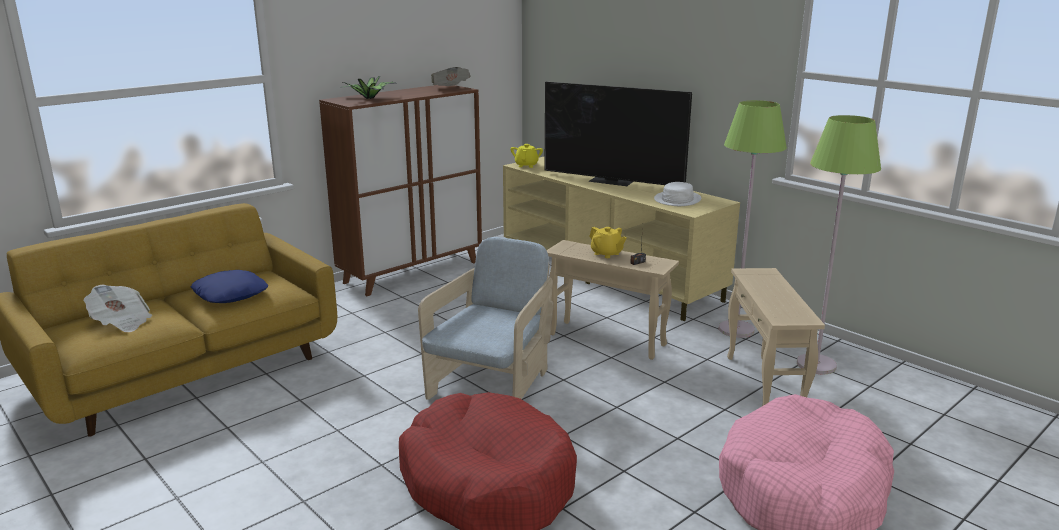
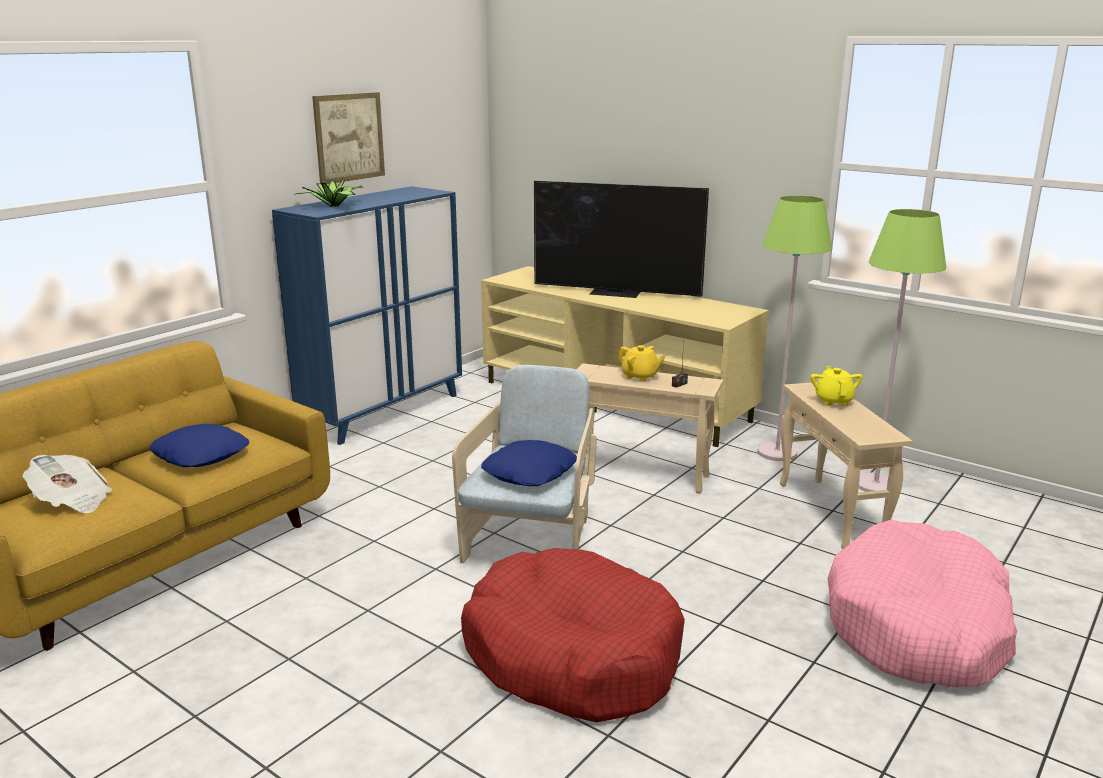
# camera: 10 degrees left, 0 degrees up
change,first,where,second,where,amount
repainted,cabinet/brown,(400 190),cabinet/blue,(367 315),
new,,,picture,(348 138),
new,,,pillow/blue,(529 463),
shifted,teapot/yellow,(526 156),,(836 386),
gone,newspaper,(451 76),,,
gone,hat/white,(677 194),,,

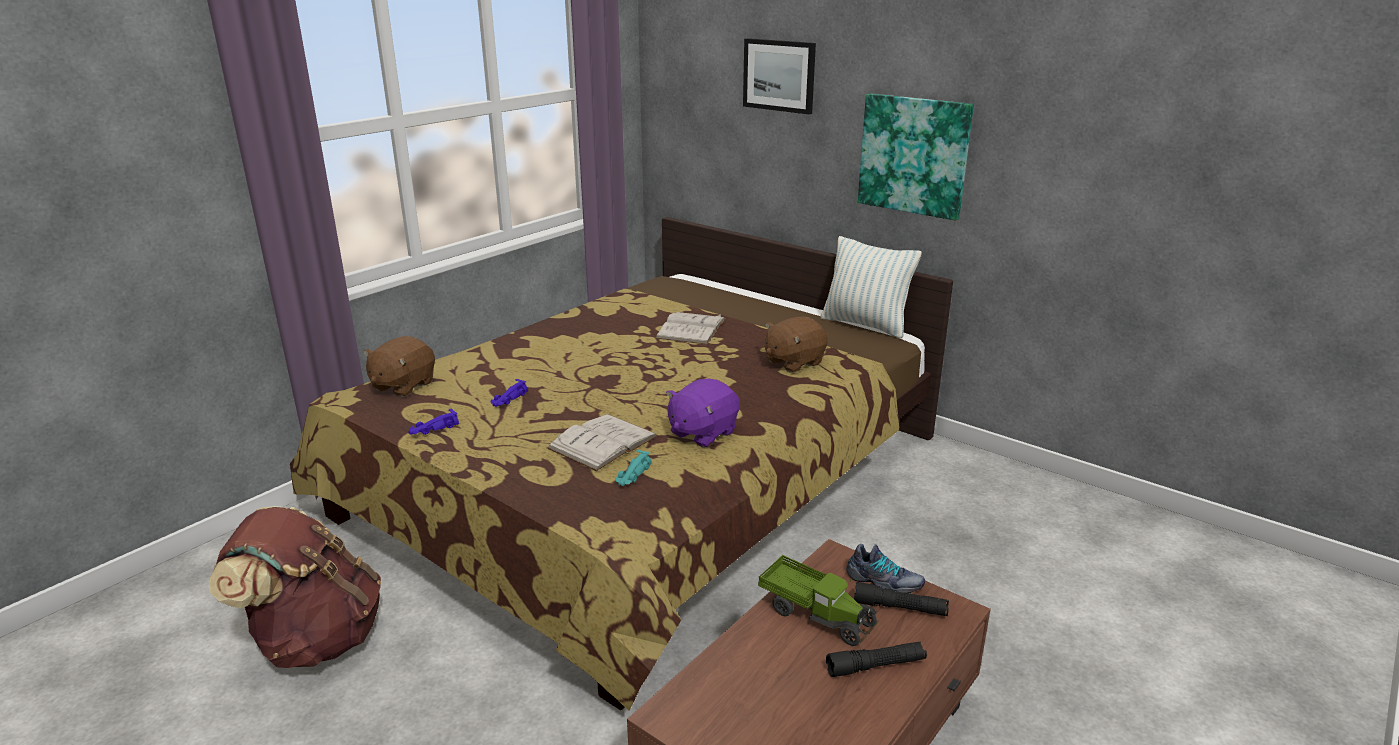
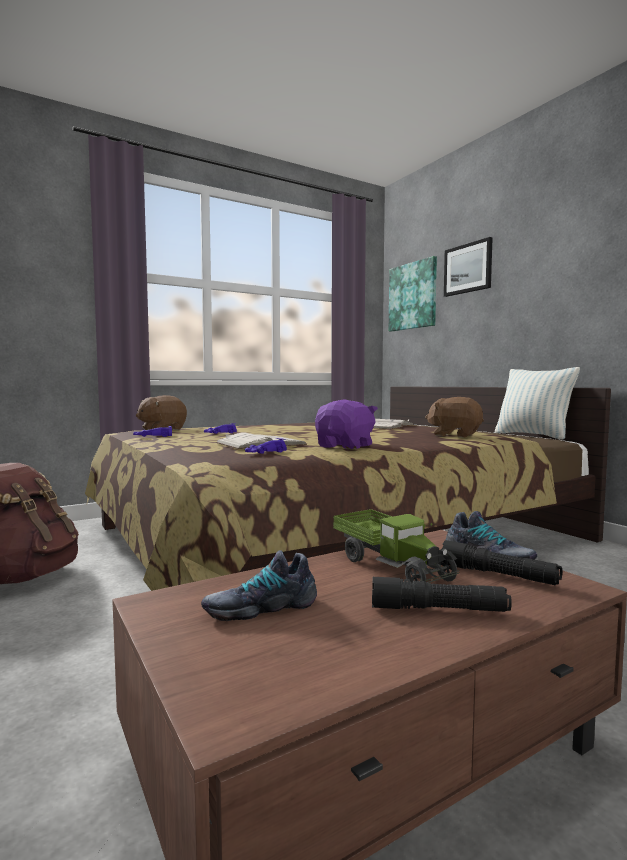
# camera: 20 degrees right, 20 degrees down
change,first,where,second,where,amount
new,,,shoe,(259 585),
repainted,toy car/turquoise,(633 468),toy car/purple,(266 446),
rotated,plush toy/purple,(703 413),,(346 424),150 degrees clockwise
shifted,picture,(916 157),,(413 294),
rotated,plush toy/brown,(796 344),,(454 417),45 degrees clockwise

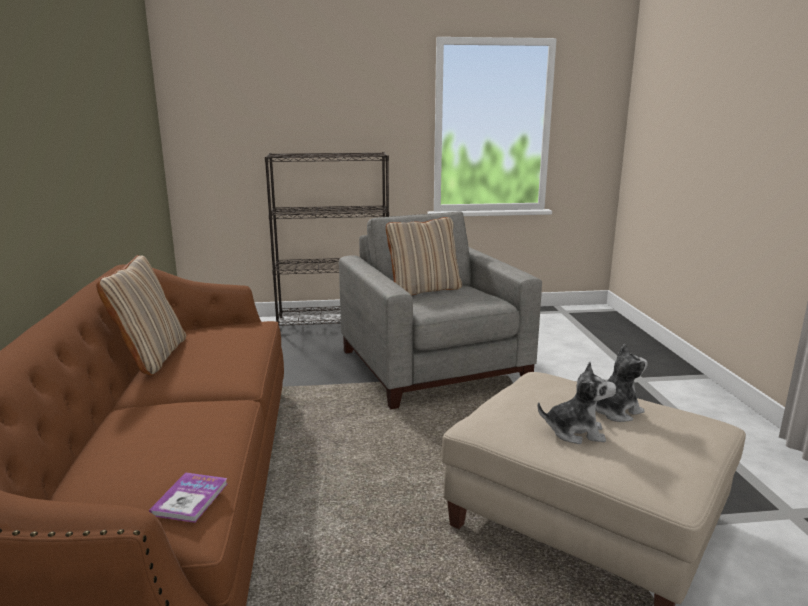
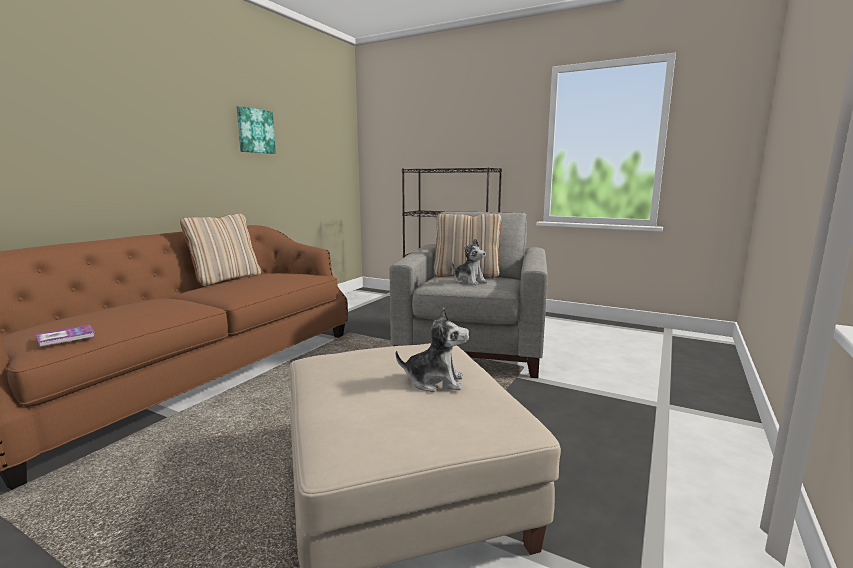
# camera: 35 degrees right, 5 degrees down
change,first,where,second,where,amount
new,,,picture,(256 130),
shifted,plush toy,(577 403),,(469 261),

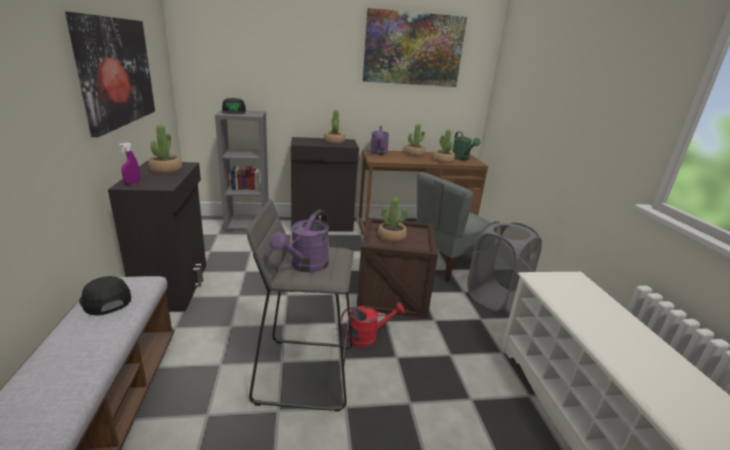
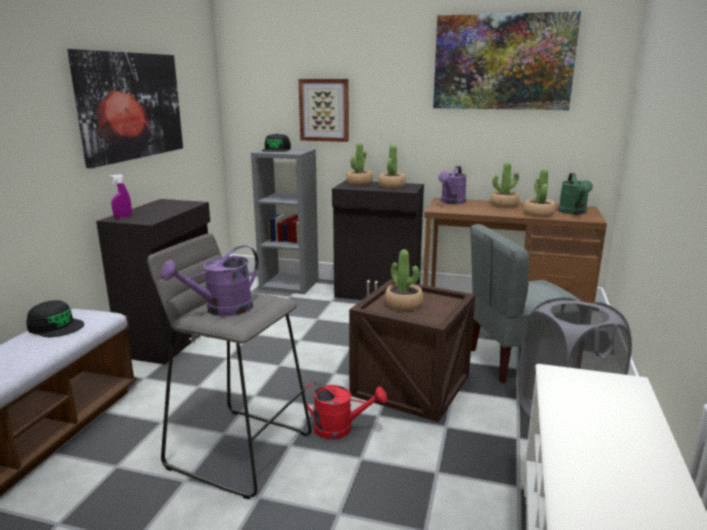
# camera: 25 degrees right, 5 degrees down
change,first,where,second,where,amount
rotated,cap/black,(105 295),,(55 318),135 degrees clockwise
new,,,picture,(323 110),
shifted,potted plant,(165 149),,(359 164),

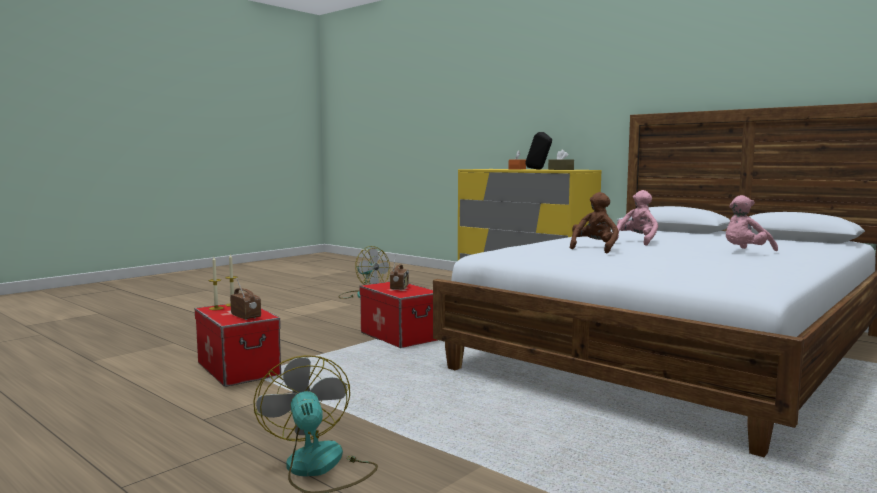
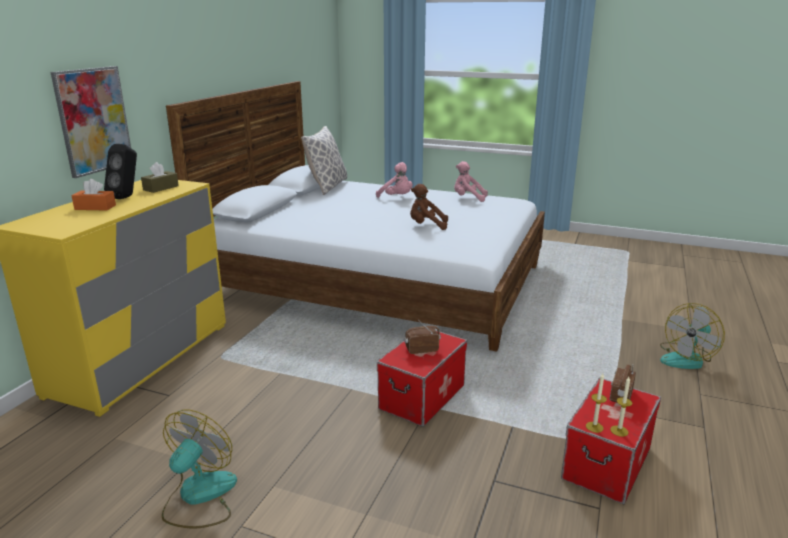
# camera: 110 degrees left, 15 degrees up
change,first,where,second,where,amount
new,,,picture,(90 122),
new,,,pillow,(324 160),
shifted,plush toy/pink,(637 218),,(471 181),

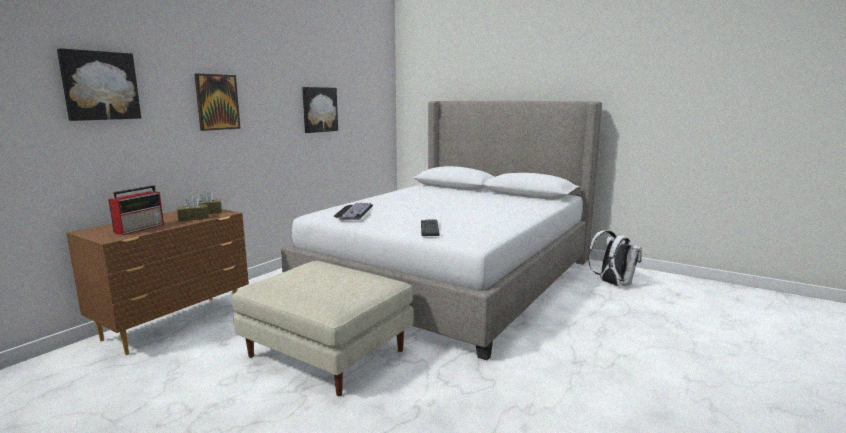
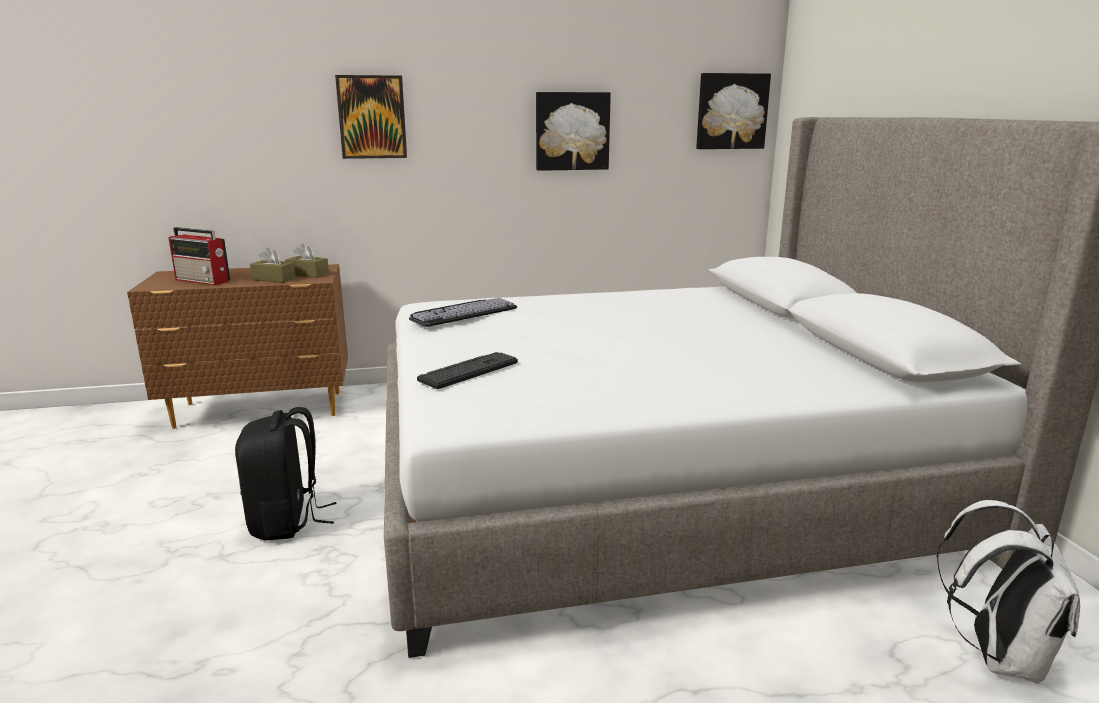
# camera: 45 degrees right, 5 degrees up
change,first,where,second,where,amount
rotated,radio,(136 210),,(199 256),45 degrees clockwise
swapped,ottoman/beige,(323 328),backpack/black,(286 473),
shifted,picture,(99 84),,(733 111),

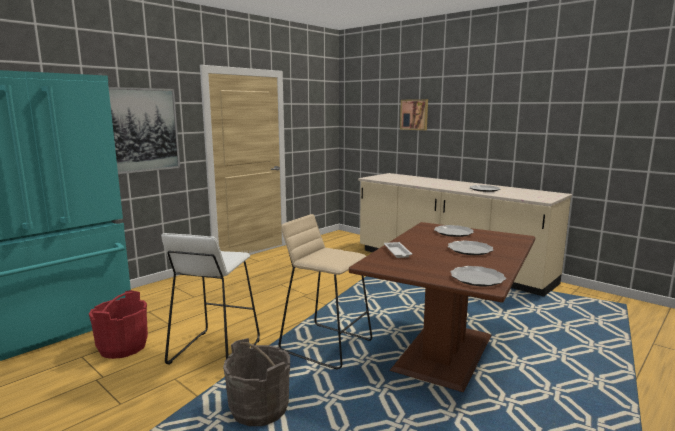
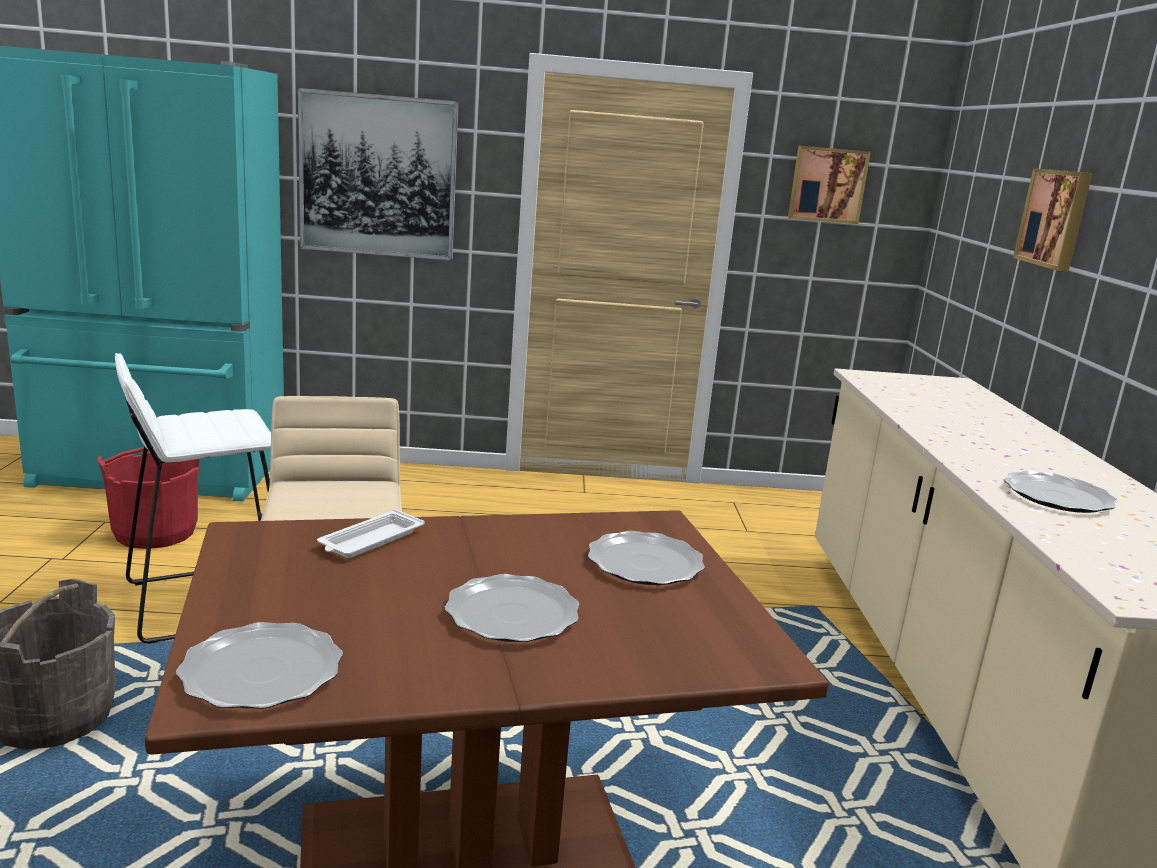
# camera: 45 degrees right, 5 degrees up
change,first,where,second,where,amount
new,,,picture,(829 185),

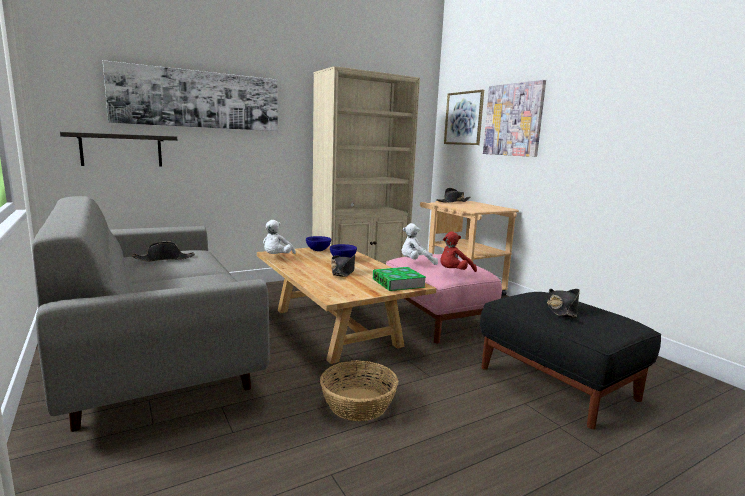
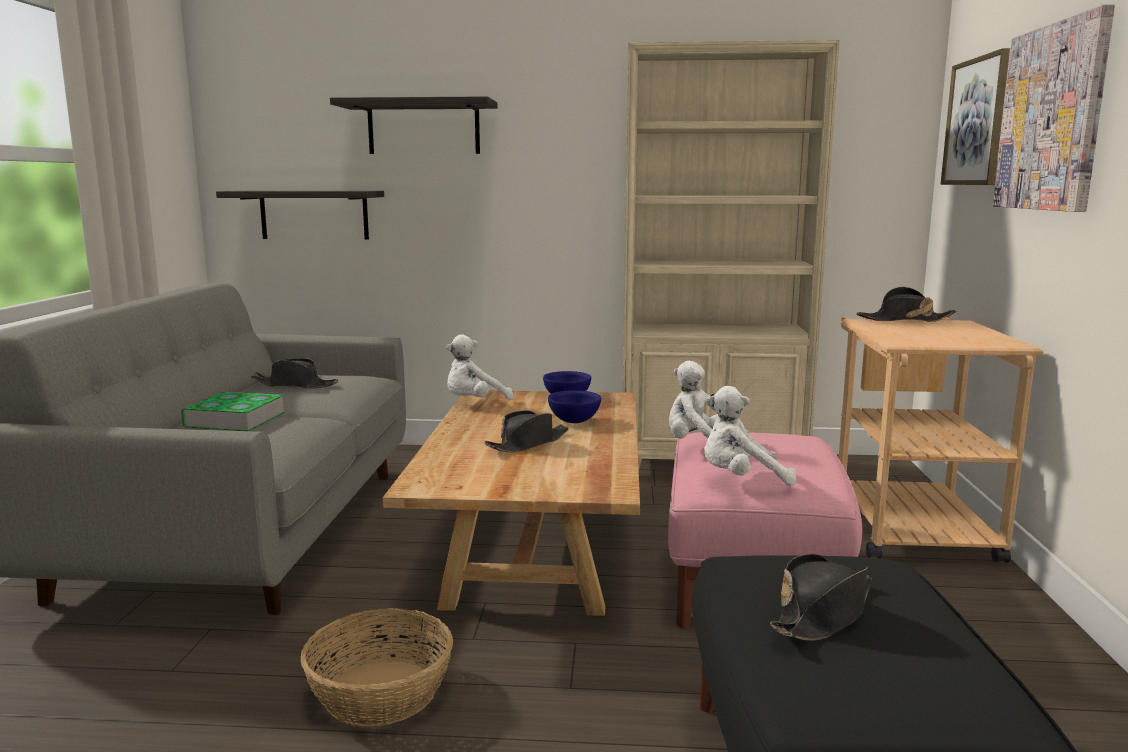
# camera: 35 degrees right, 0 degrees up
change,first,where,second,where,amount
shifted,book,(399 279),,(233 411),
swapped,picture,(190 95),shelf,(413 125),
repainted,plush toy/red,(458 252),plush toy/white,(750 436),

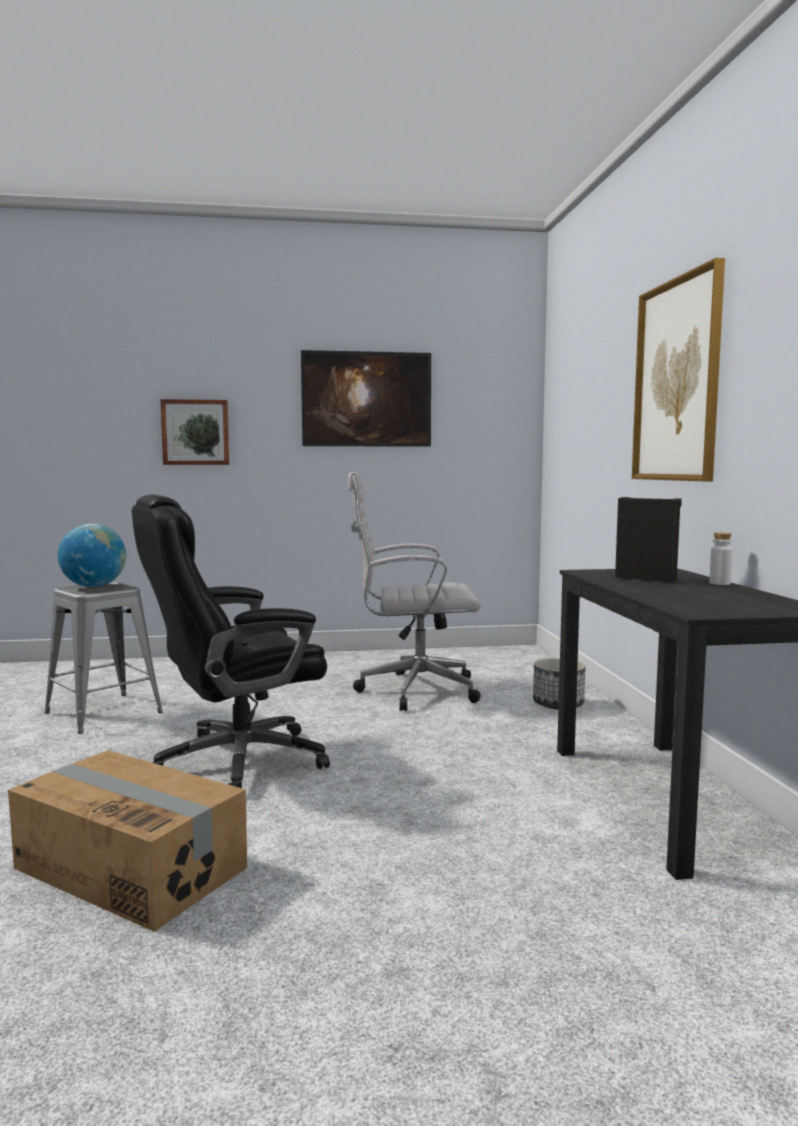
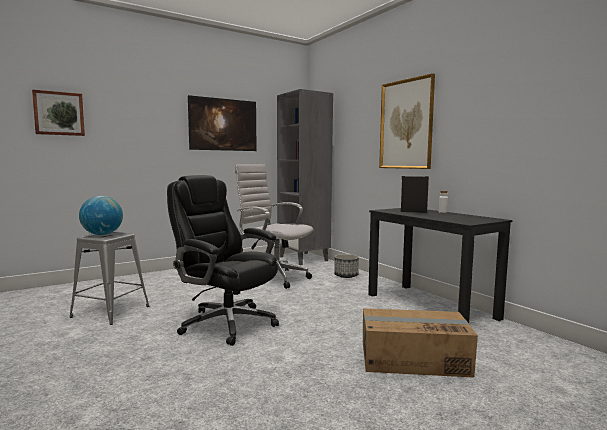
# camera: 25 degrees left, 0 degrees up
change,first,where,second,where,amount
shifted,picture,(194 432),,(58 112),
rotated,office chair/black,(231 641),,(223 260),90 degrees clockwise
rotated,office chair/white,(414 591),,(274 226),60 degrees clockwise
new,,,bookcase/grey,(305 177),
shifted,cardboard box,(127 841),,(420 342),

